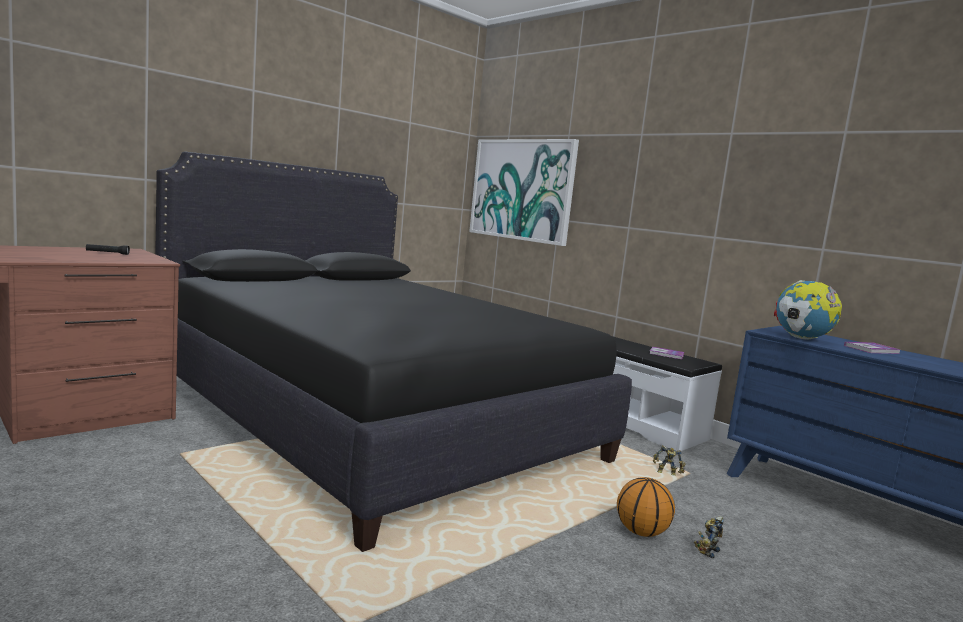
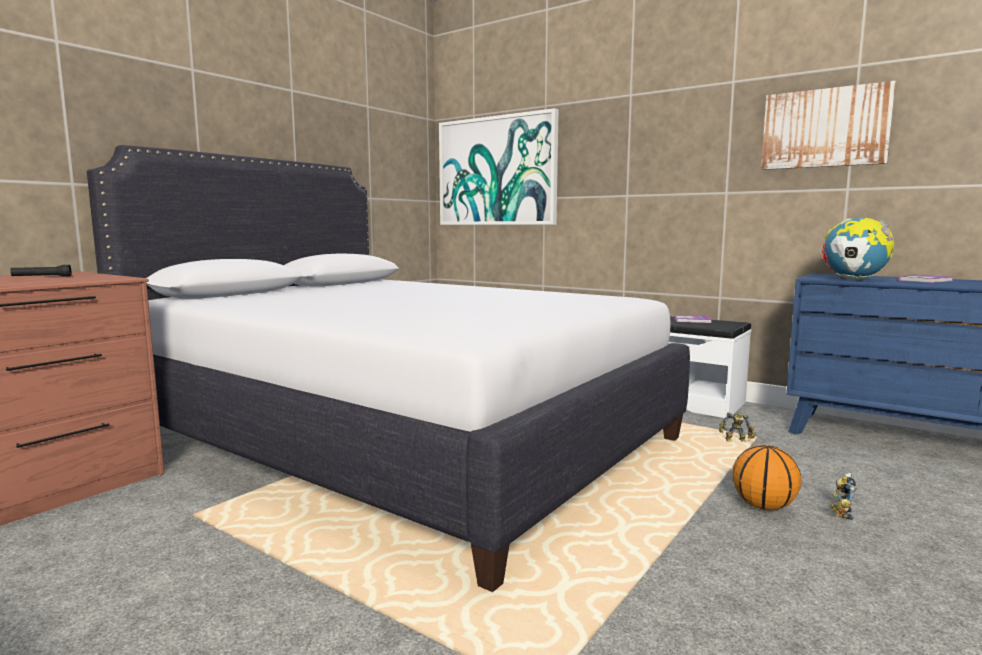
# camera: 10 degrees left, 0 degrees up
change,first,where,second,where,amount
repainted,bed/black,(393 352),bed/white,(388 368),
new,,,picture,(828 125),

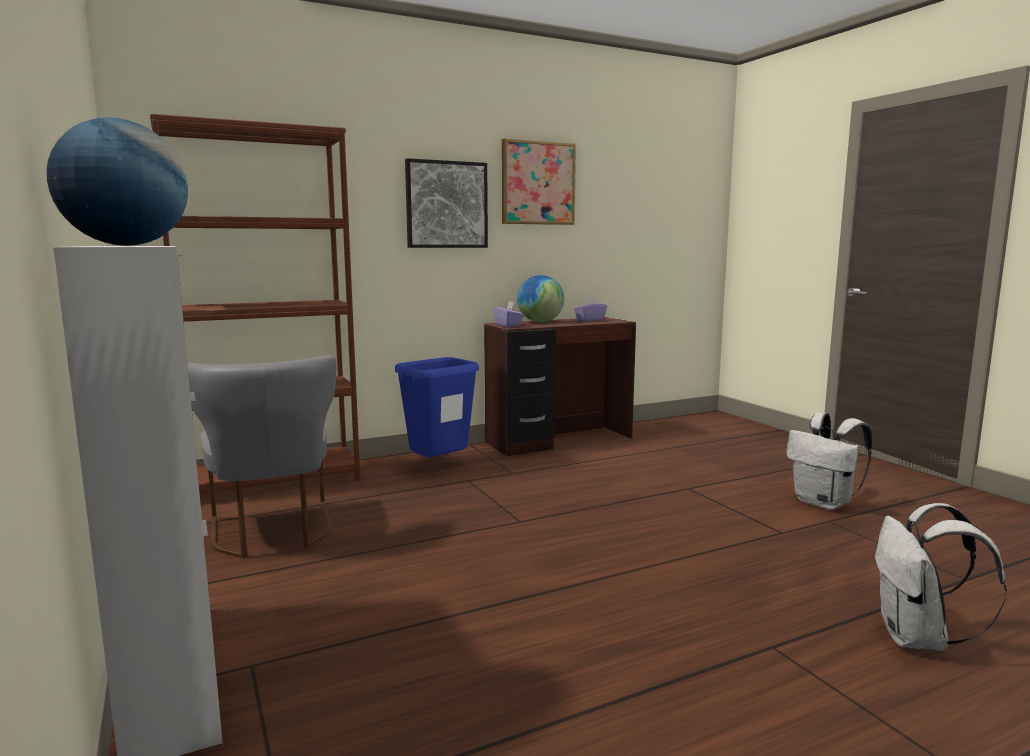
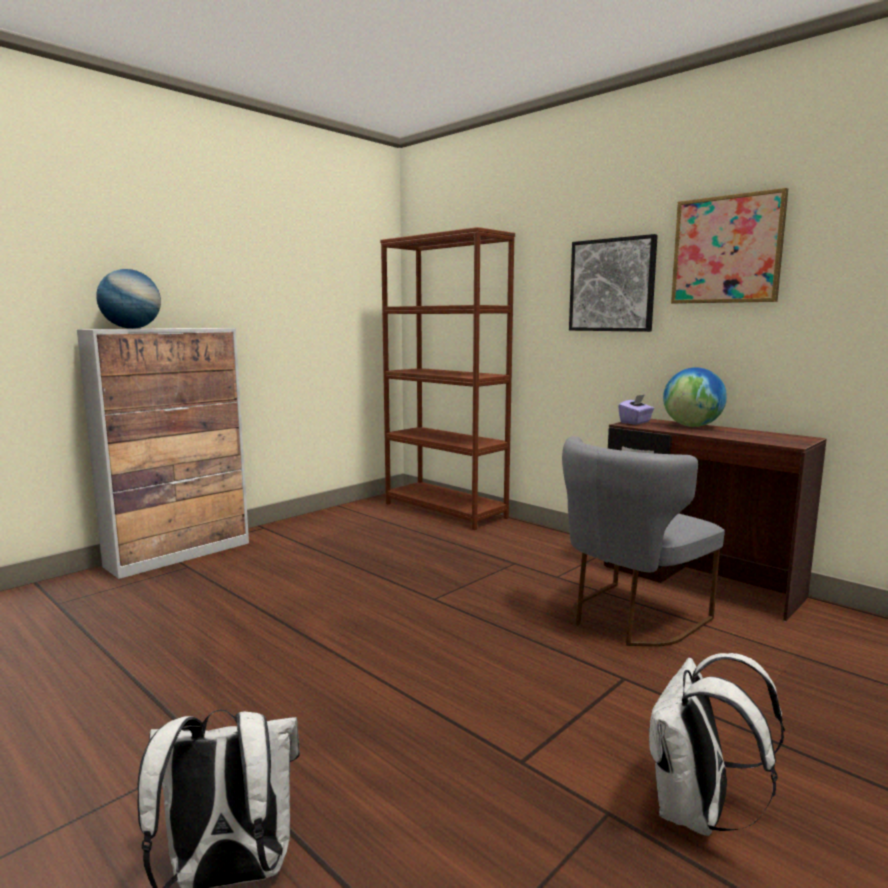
# camera: 70 degrees right, 0 degrees up
change,first,where,second,where,amount
shifted,chair/grey,(262 456),,(643 541),
gone,trash can/blue,(437 407),,,
gone,tissue box/purple,(590 309),,,

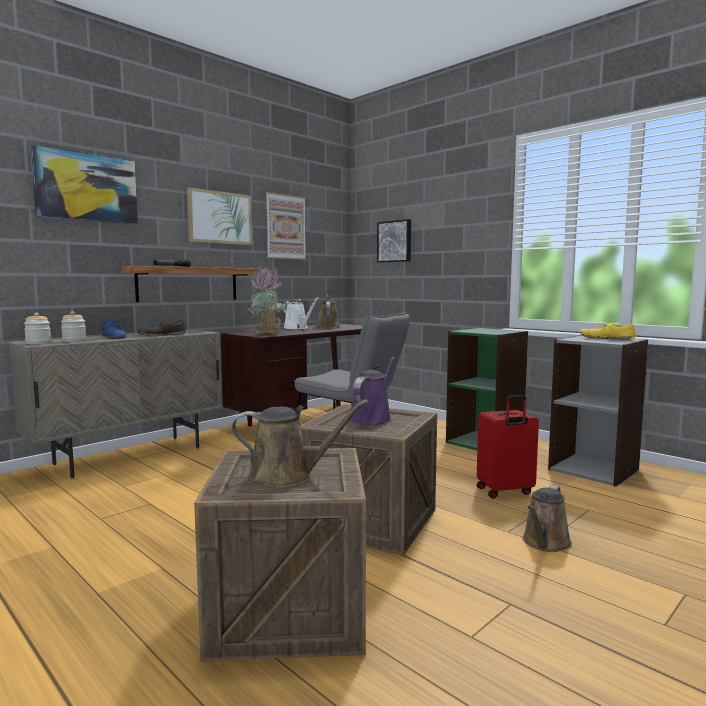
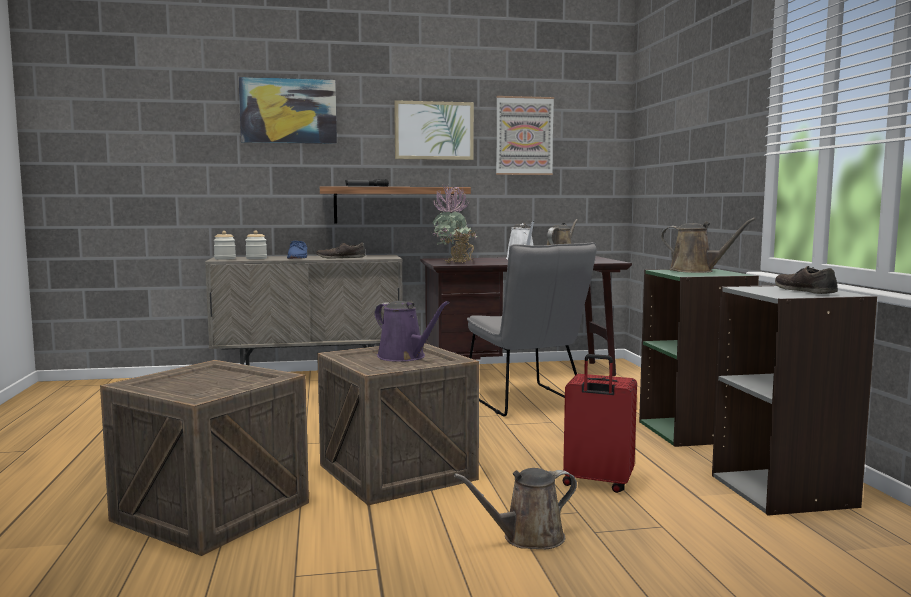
# camera: 35 degrees right, 0 degrees up
change,first,where,second,where,amount
rotated,watering can/purple,(372 391),,(412 331),75 degrees clockwise
shifted,watering can/brown,(299 443),,(708 245),
repainted,shoe/yellow,(607 331),shoe/brown,(806 280),
gone,picture,(394 241),,,

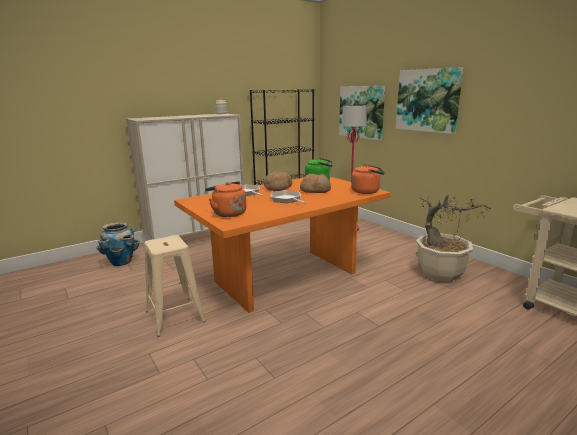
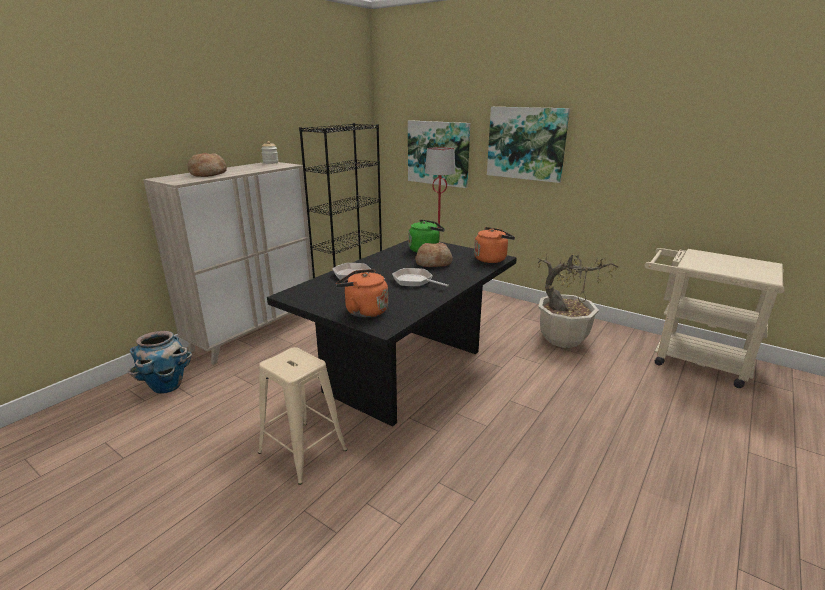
# camera: 20 degrees left, 5 degrees up
change,first,where,second,where,amount
shifted,bread,(278 181),,(207 164),
repainted,dining table/orange,(282 245),dining table/black,(392 333),

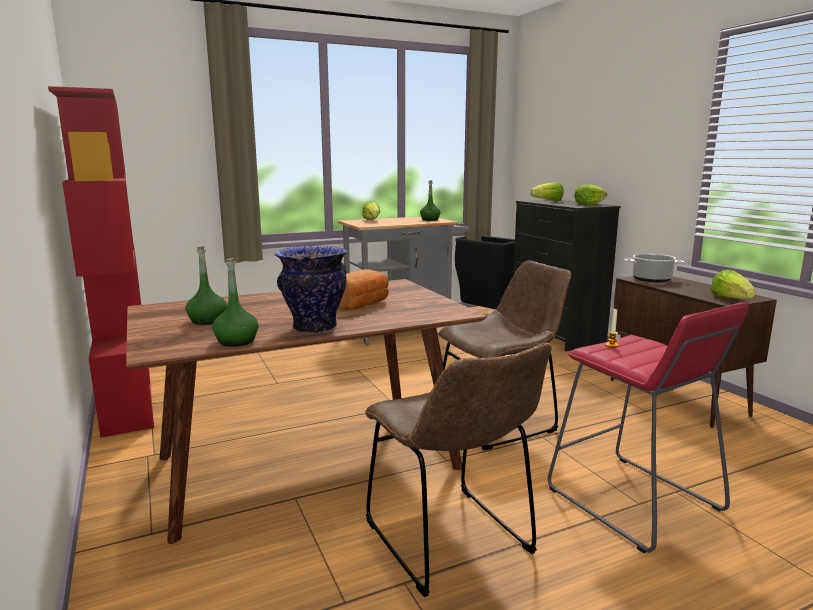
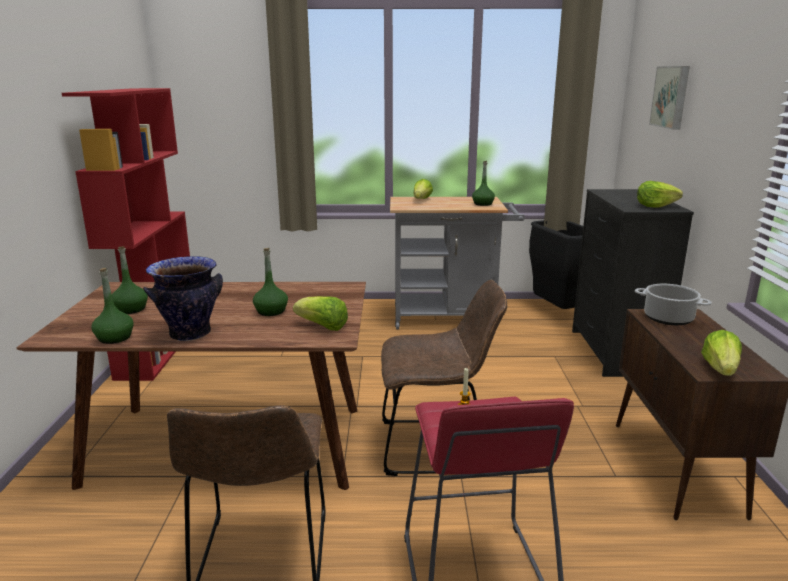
# camera: 25 degrees right, 5 degrees up
change,first,where,second,where,amount
swapped,bread,(363 289),bottle/green,(270 282),
shifted,lettuce,(546 191),,(320 313),
new,,,picture,(669 98),

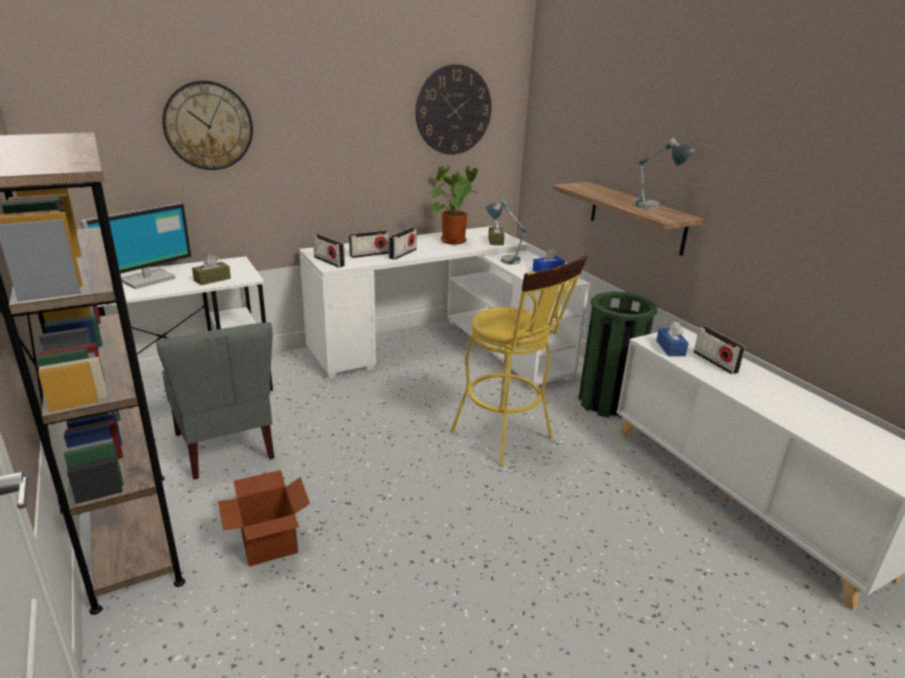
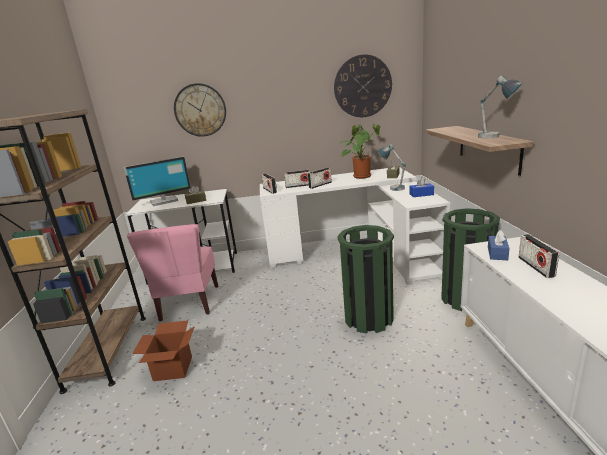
# camera: 25 degrees right, 5 degrees down
change,first,where,second,where,amount
repainted,chair/grey,(215 400),chair/pink,(172 273),
swapped,stool/yellow,(519 361),trash can/green,(366 279),

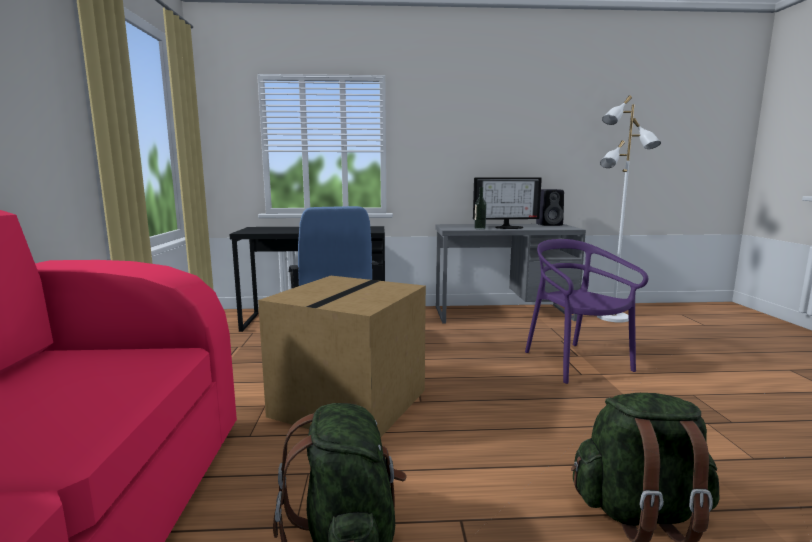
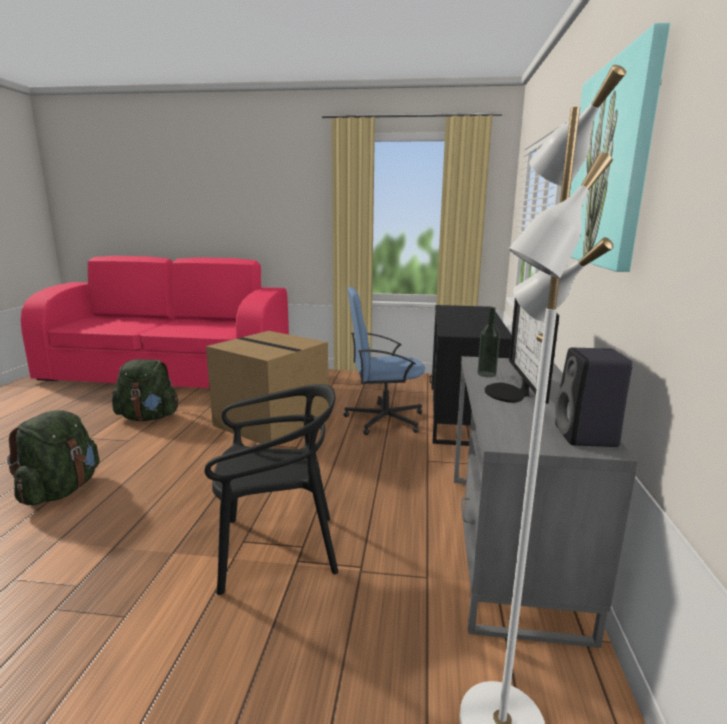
# camera: 100 degrees right, 5 degrees up
change,first,where,second,where,amount
repainted,chair/purple,(586 311),chair/black,(271 489),
new,,,picture,(619 147),

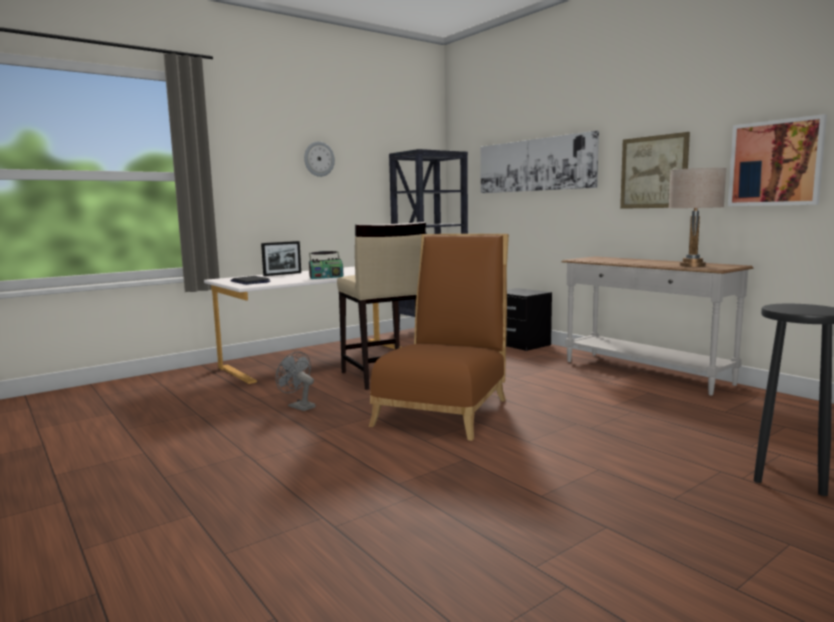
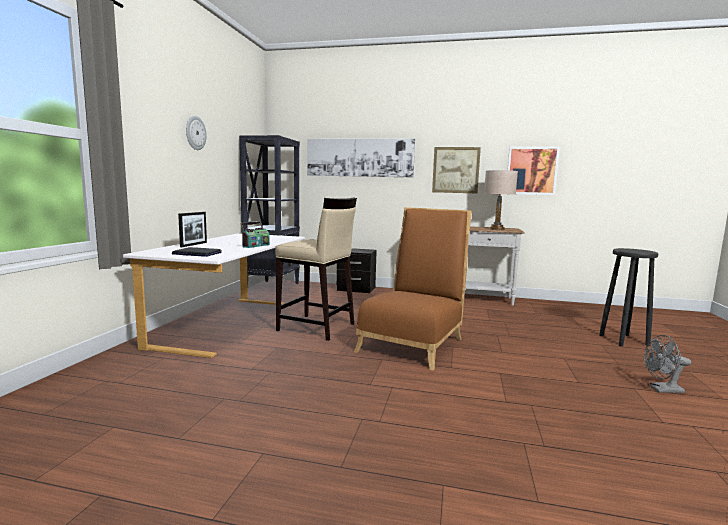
# camera: 40 degrees left, 0 degrees up
change,first,where,second,where,amount
rotated,chair/brown,(439 337),,(413 288),45 degrees clockwise
shifted,fan/grey,(296 381),,(667 364),

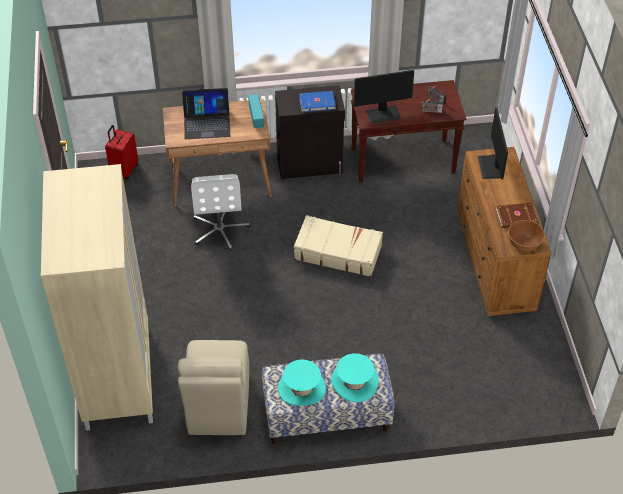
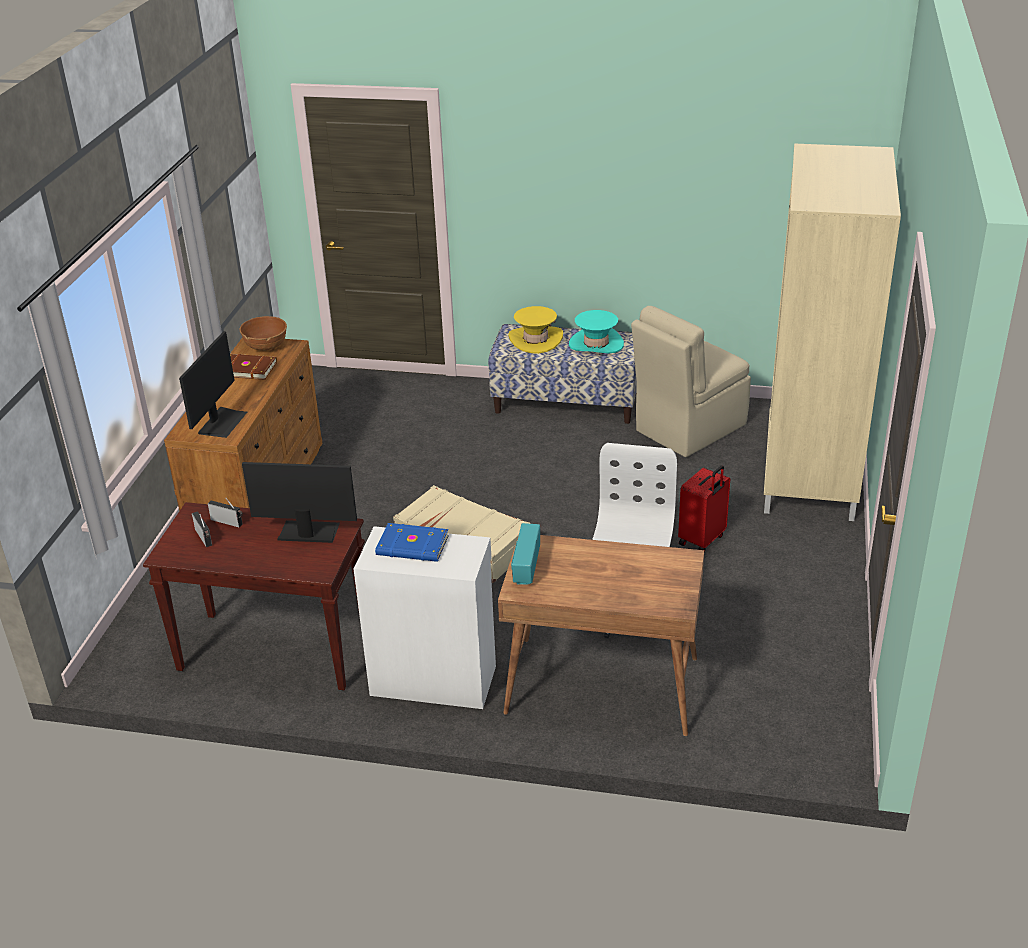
# camera: 160 degrees left, 15 degrees down
change,first,where,second,where,amount
repainted,cabinet/black,(310 132),cabinet/white,(425 617),
repainted,hat/turquoise,(355 377),hat/yellow,(535 330),
rotated,chair/beige,(213 387),,(691 381),150 degrees counterclockwise
shifted,suitcase/red,(121 152),,(704 508),
gone,laptop,(206 113),,,

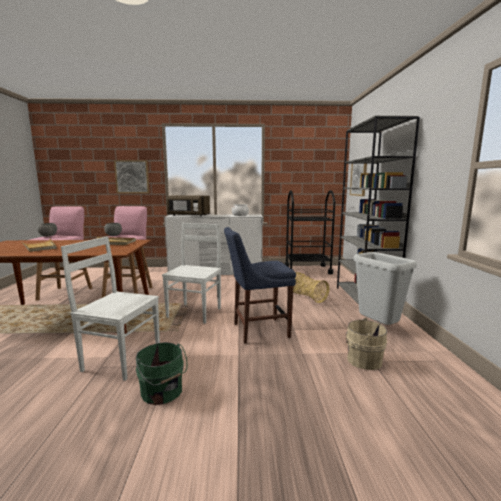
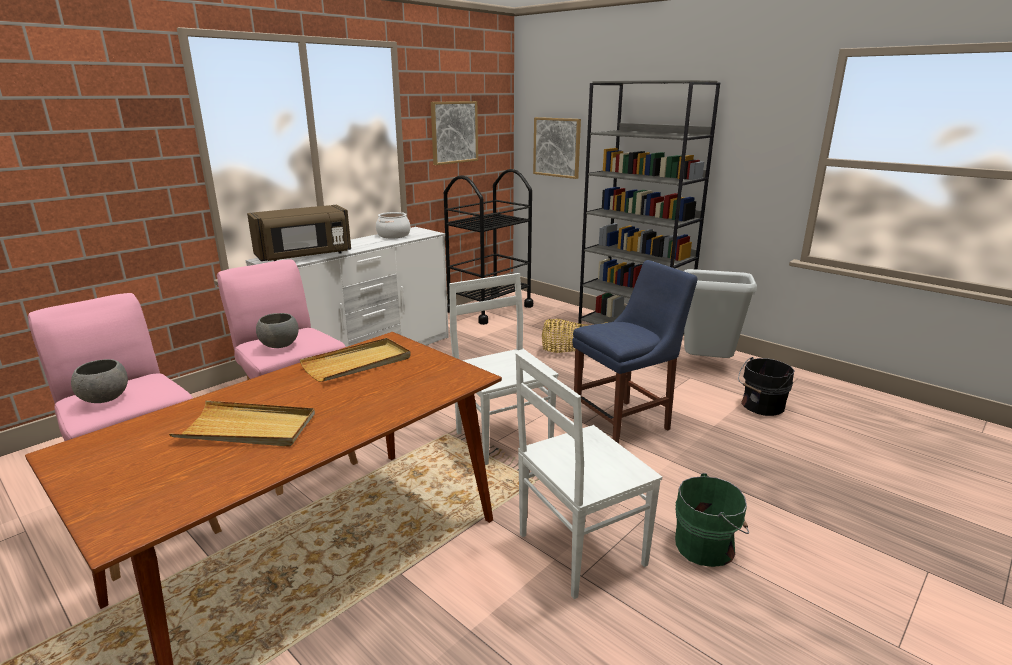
# camera: 45 degrees left, 10 degrees up
change,first,where,second,where,amount
shifted,picture,(131 176),,(454 133),
rotated,chair/blue,(260 285),,(635 352),150 degrees counterclockwise
repainted,bucket/beige,(366 344),bucket/black,(766 386),

